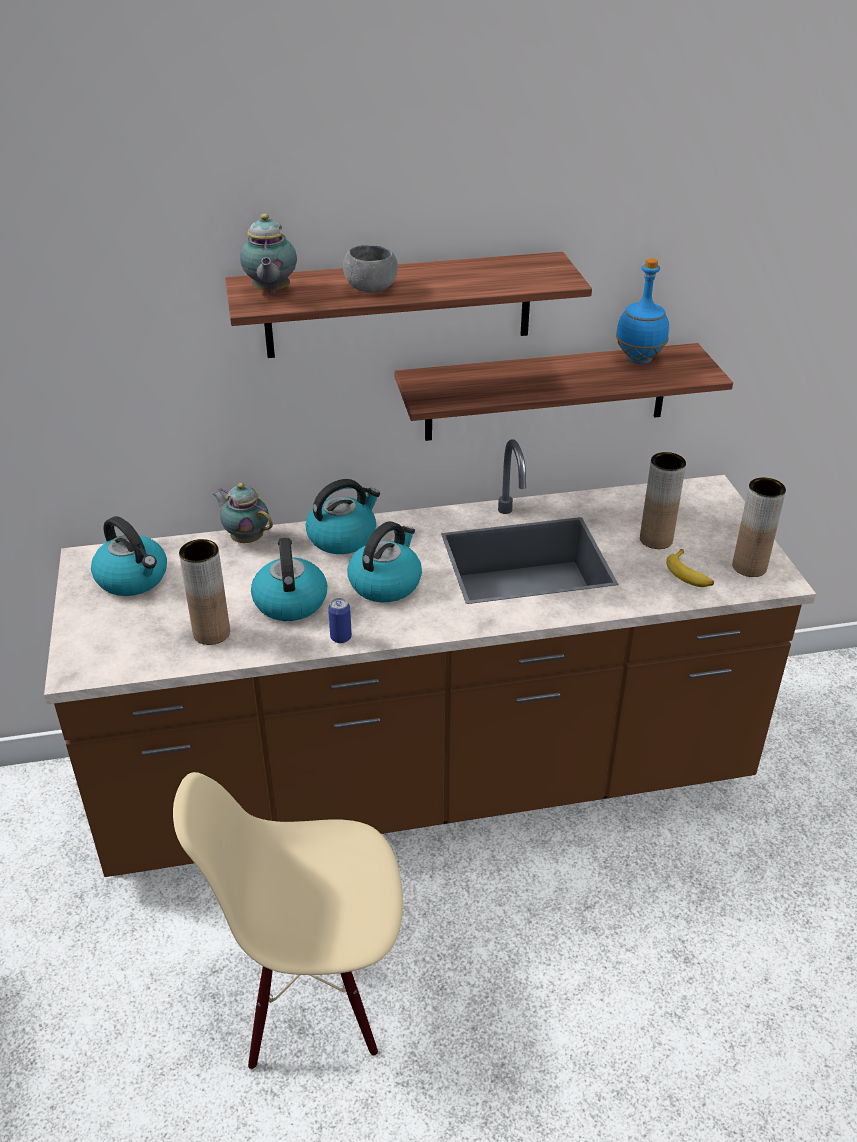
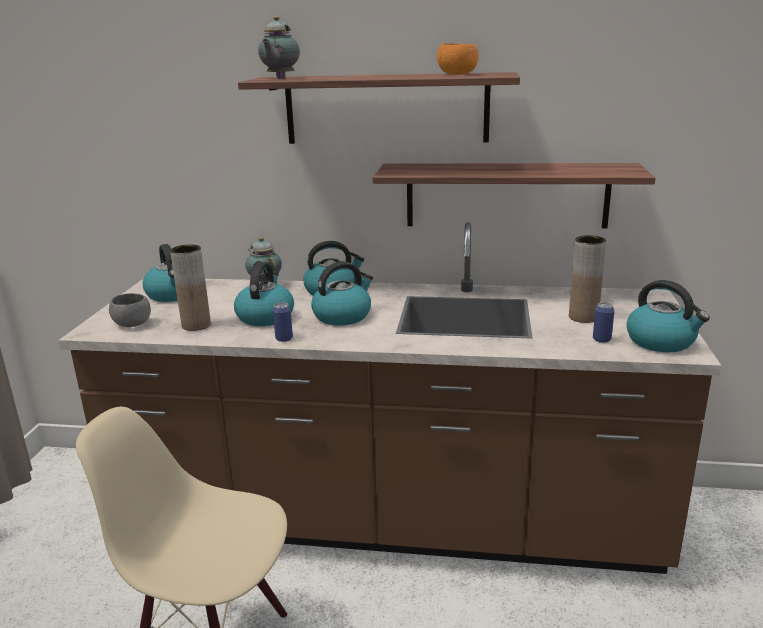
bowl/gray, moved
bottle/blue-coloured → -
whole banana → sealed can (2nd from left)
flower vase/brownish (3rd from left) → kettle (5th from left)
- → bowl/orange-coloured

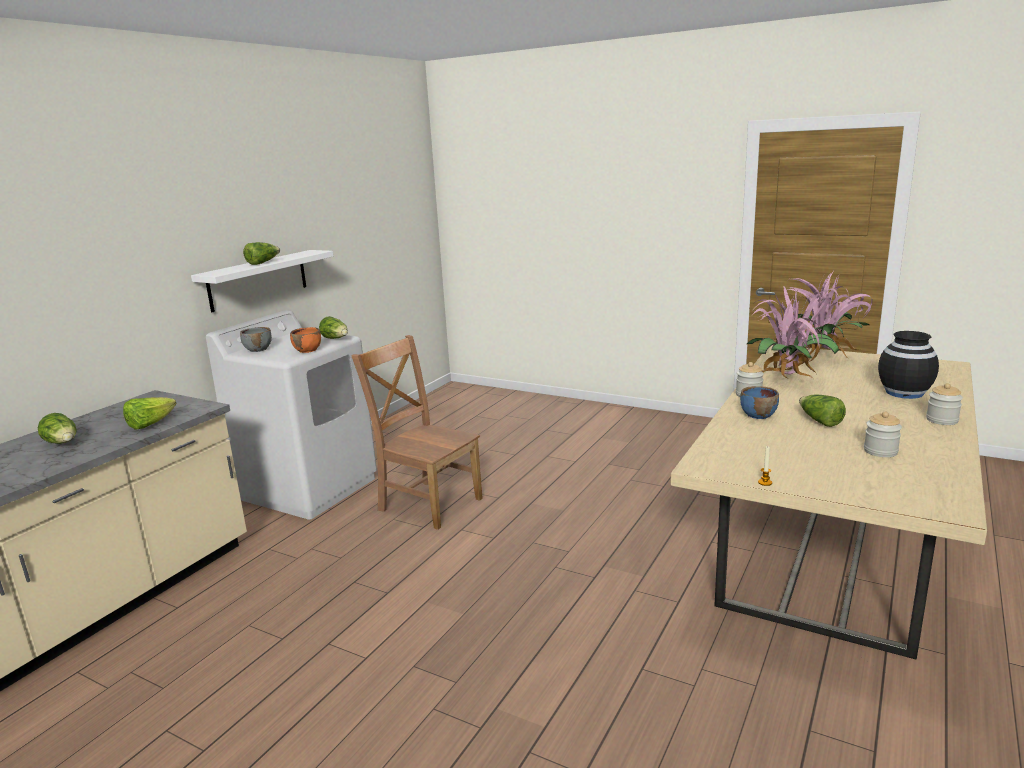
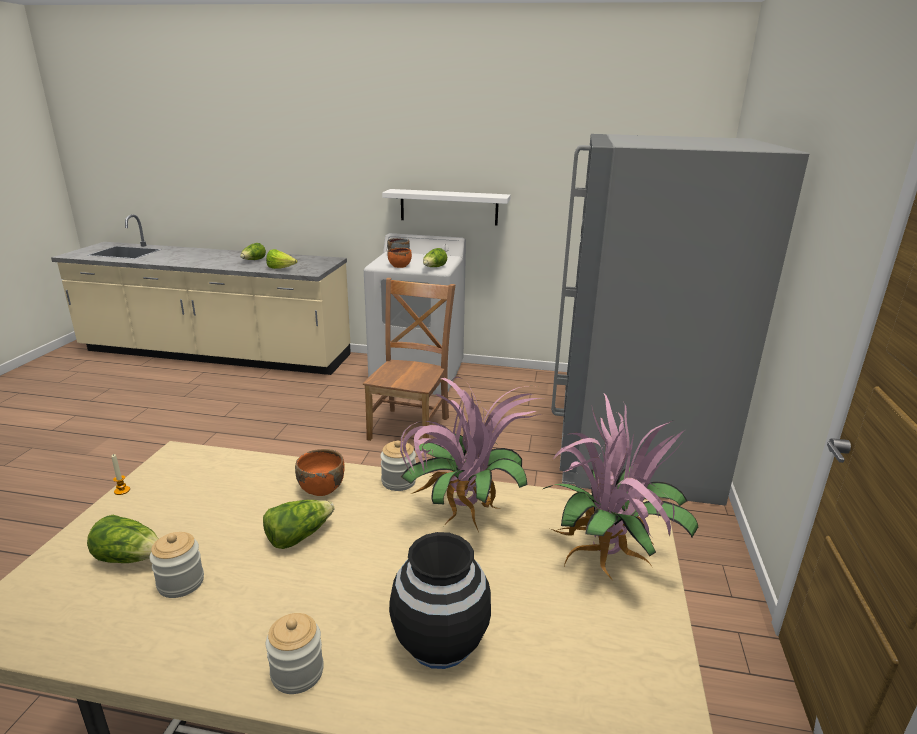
head of lettuce (3rd from left in the first image) → head of lettuce (1st from left), moved
bowl/blue-coloured → bowl/orange-coloured (1st from left)
- → fridge/gray

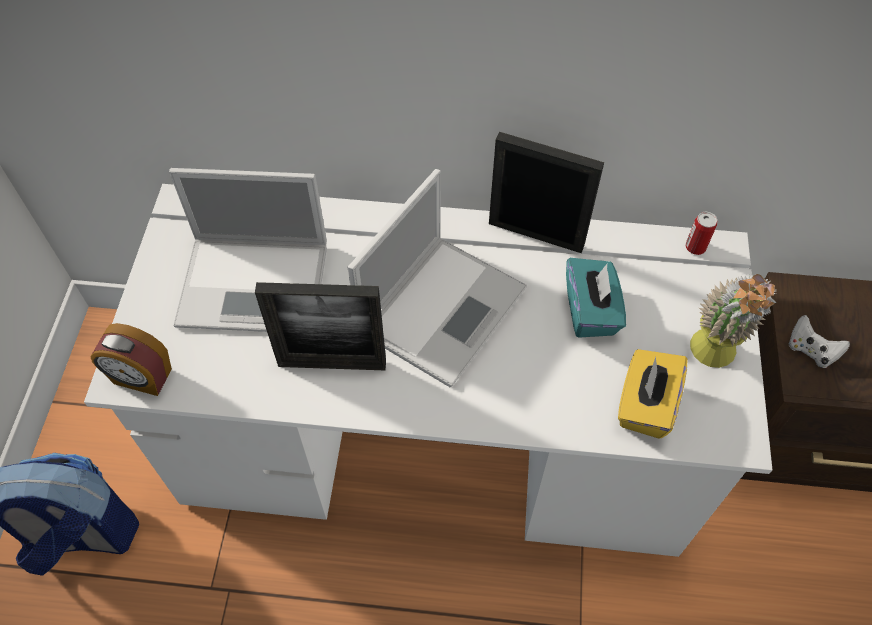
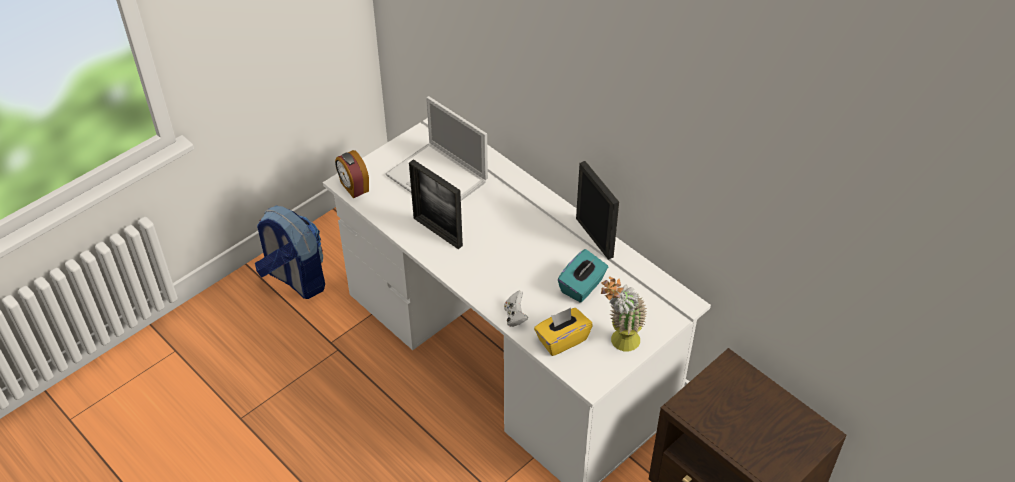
portable computer (2nd from left) → -
sealed can → -
gamepad/white-coloured, moved

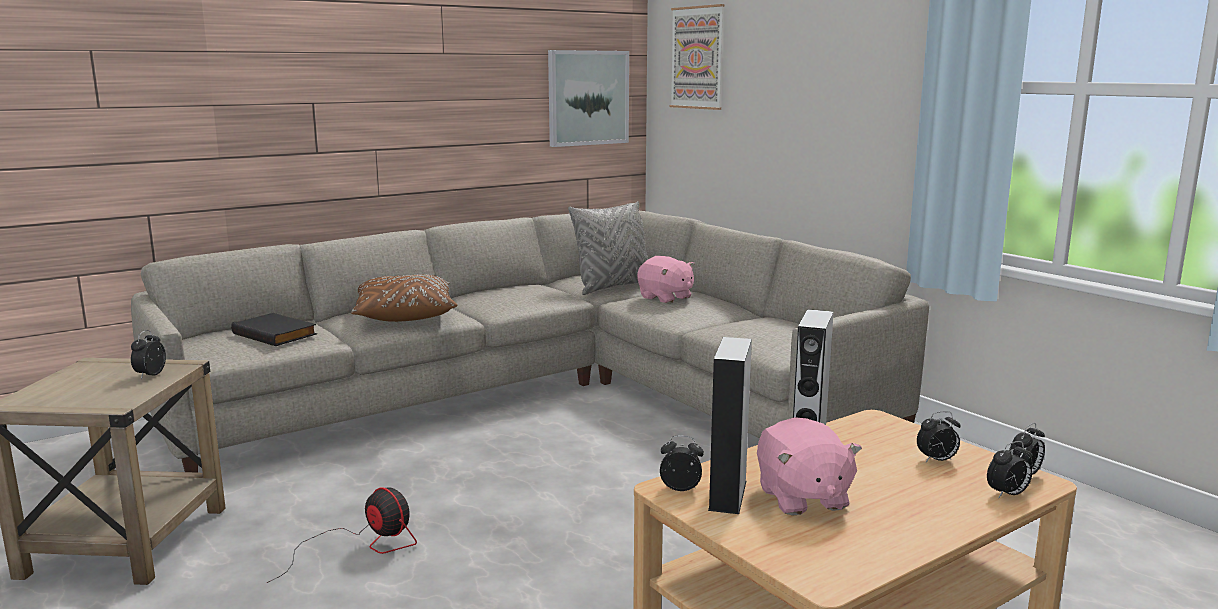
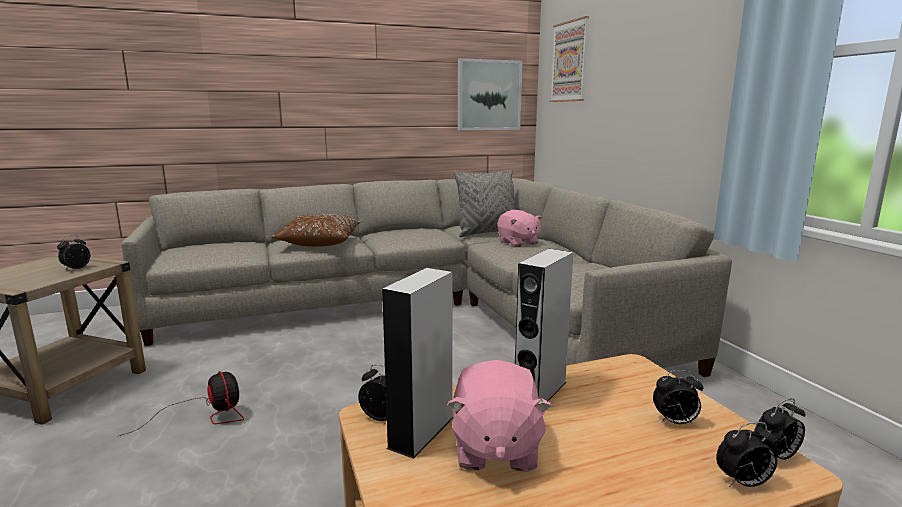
book/blackish → -

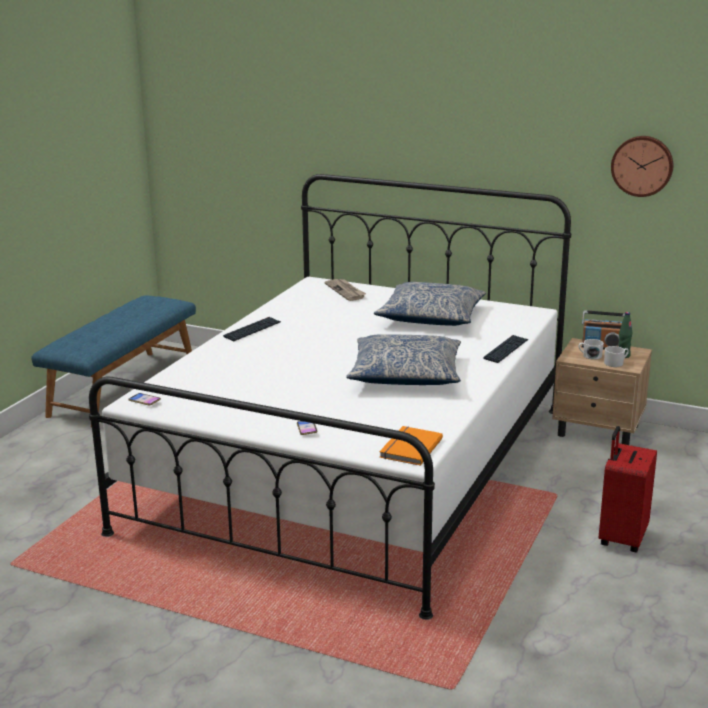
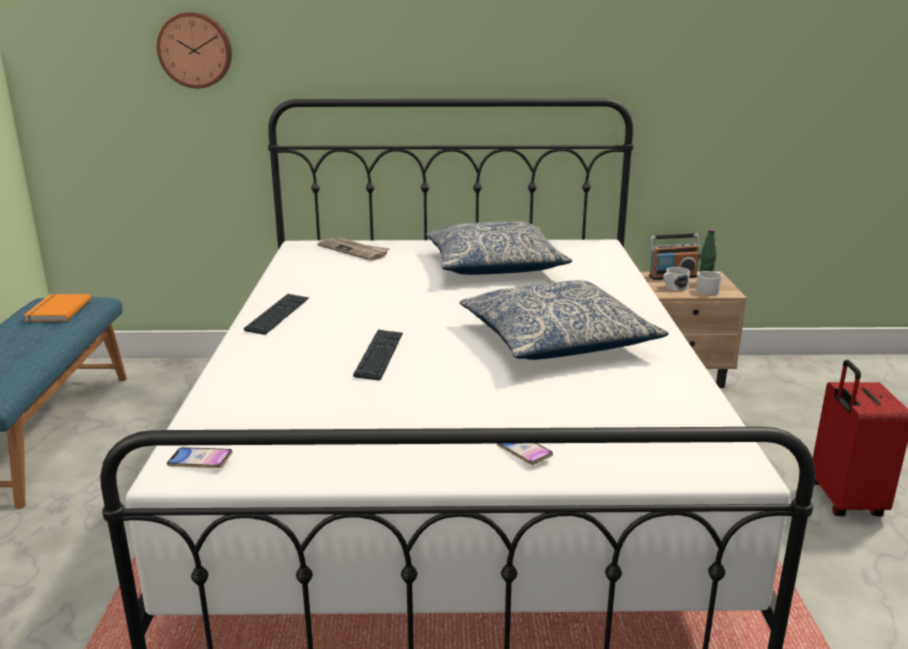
book/orange-coloured, moved
PC keyboard (2nd from left), moved
wall clock, moved

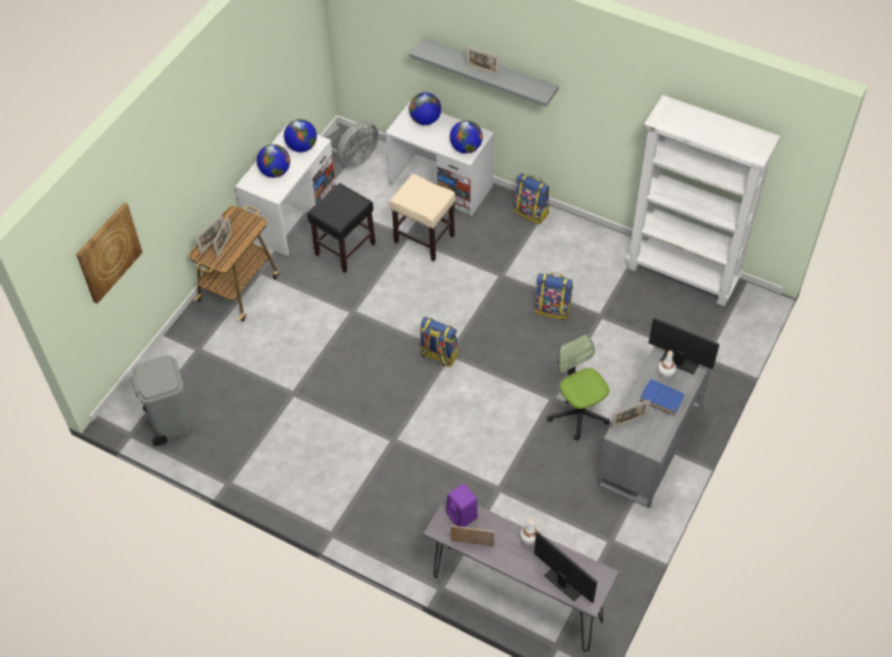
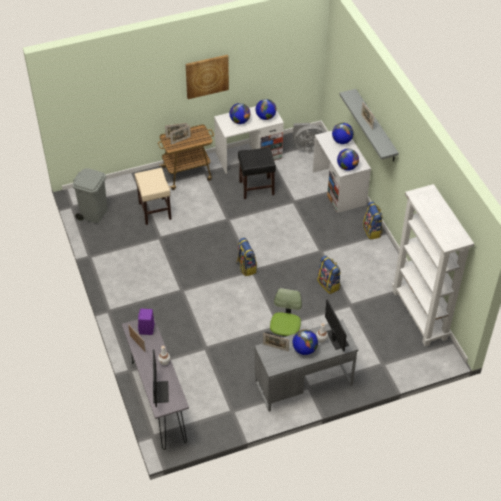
wall picture, moved
stool seat/beige, moved
book/blue-coloured → globe (3rd from left)

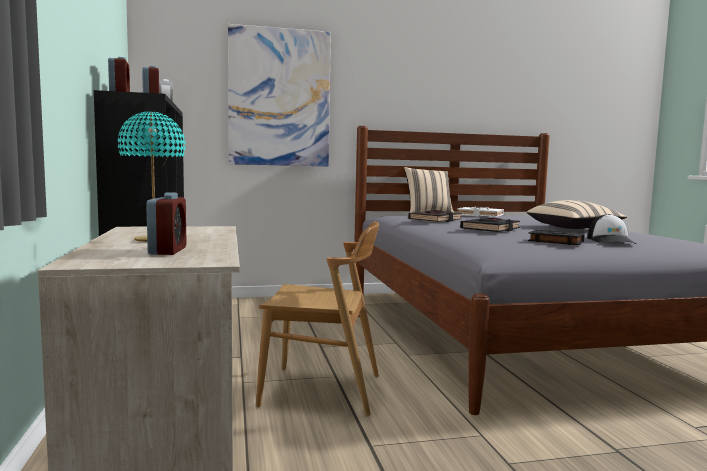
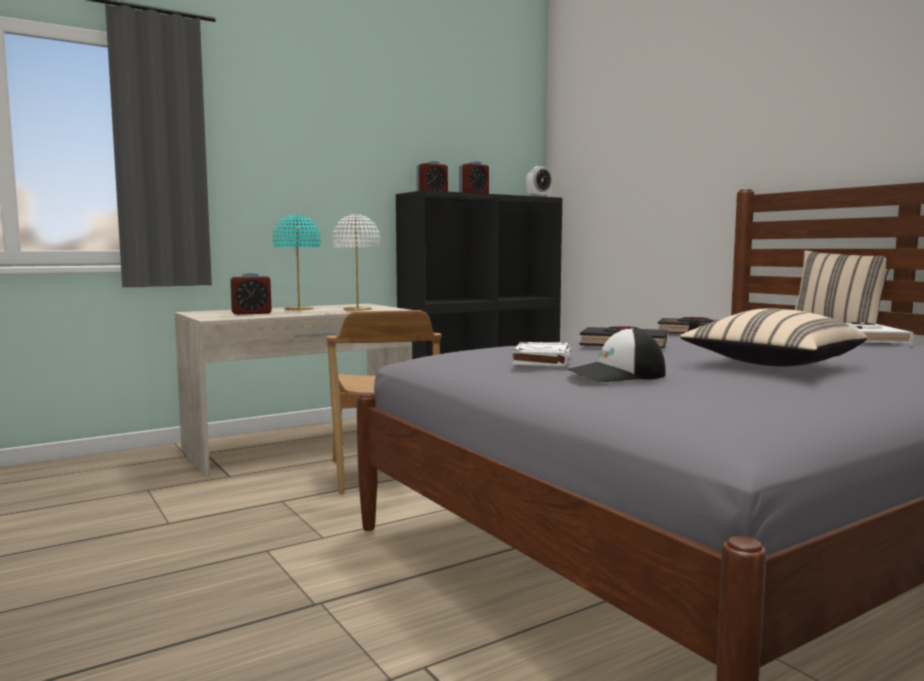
wall picture → -
book/blackish (3rd from left) → book/white-coloured (1st from left)
- → tabletop lamp/white-coloured

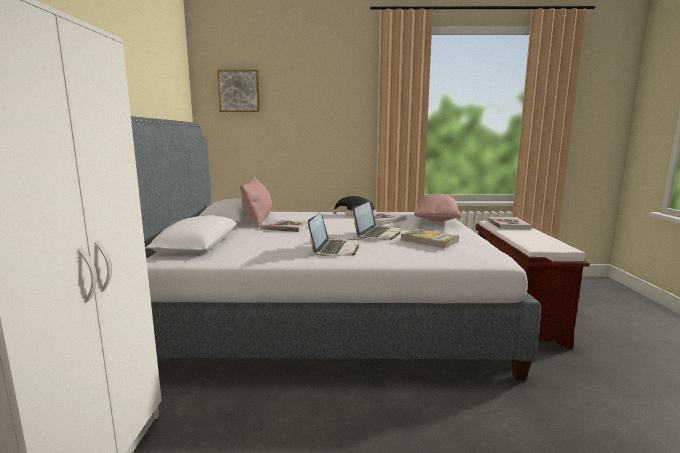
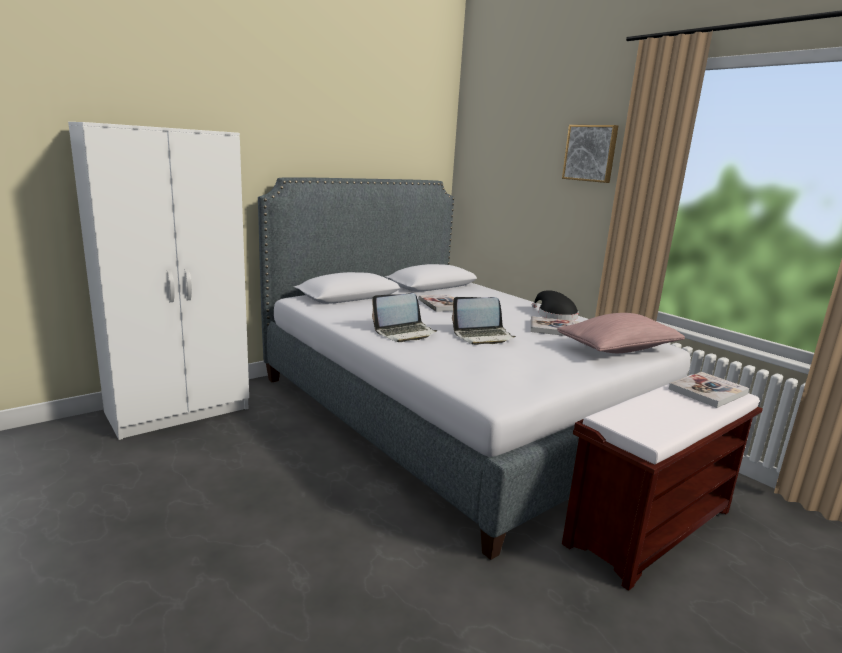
wall picture, moved
throw pillow/pinkish (1st from left) → -
book (3rd from left) → -

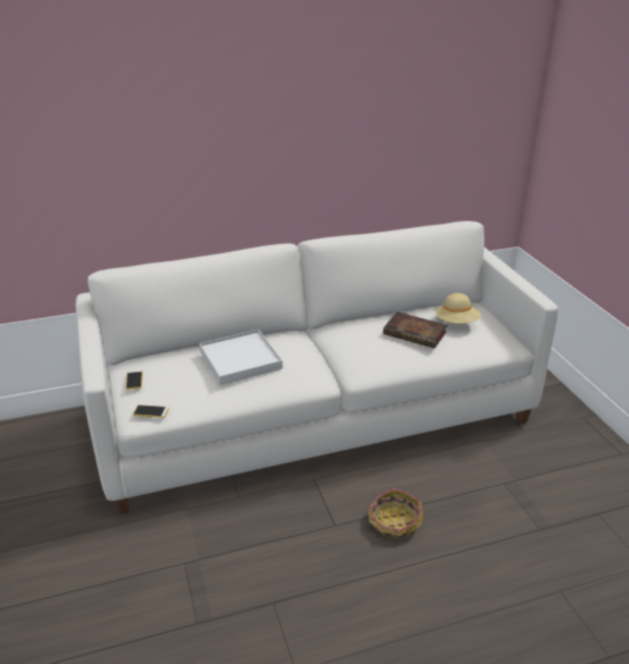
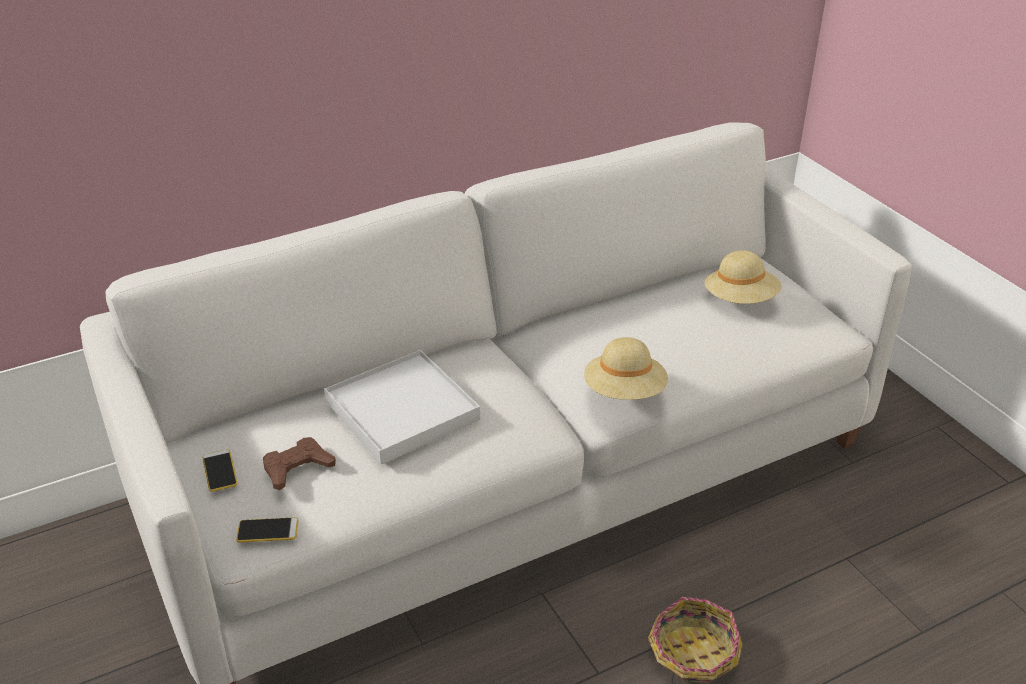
book → -
- → gamepad/brownish
- → hat/beige (1st from left)

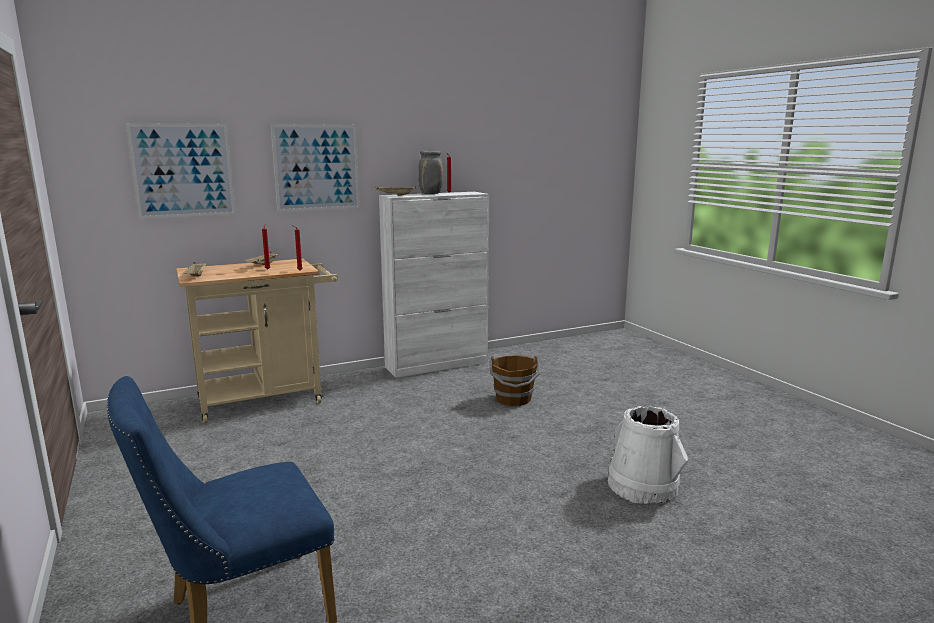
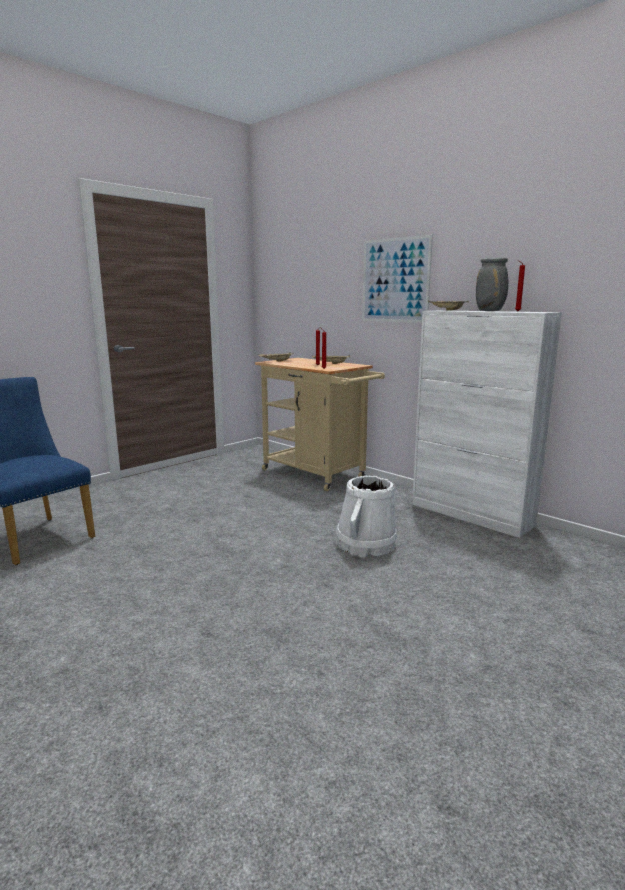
wall picture (1st from left) → -
pail/brownish → -
pail/white-coloured, moved

